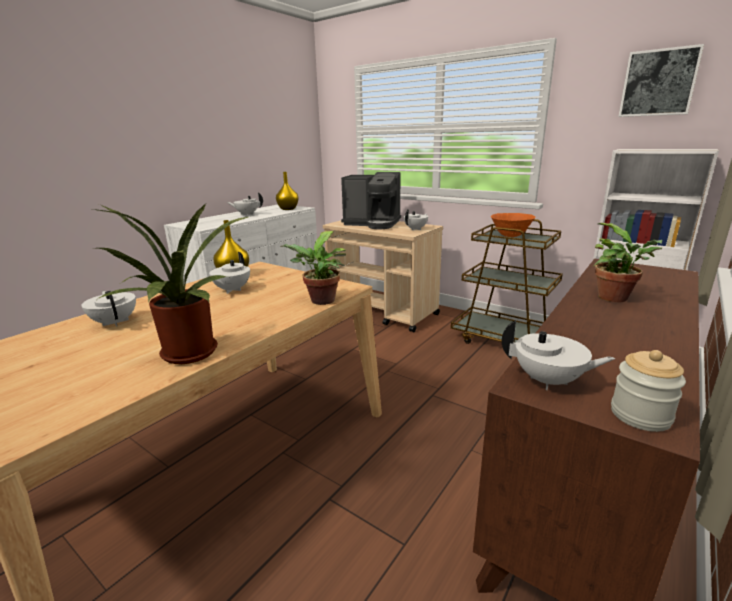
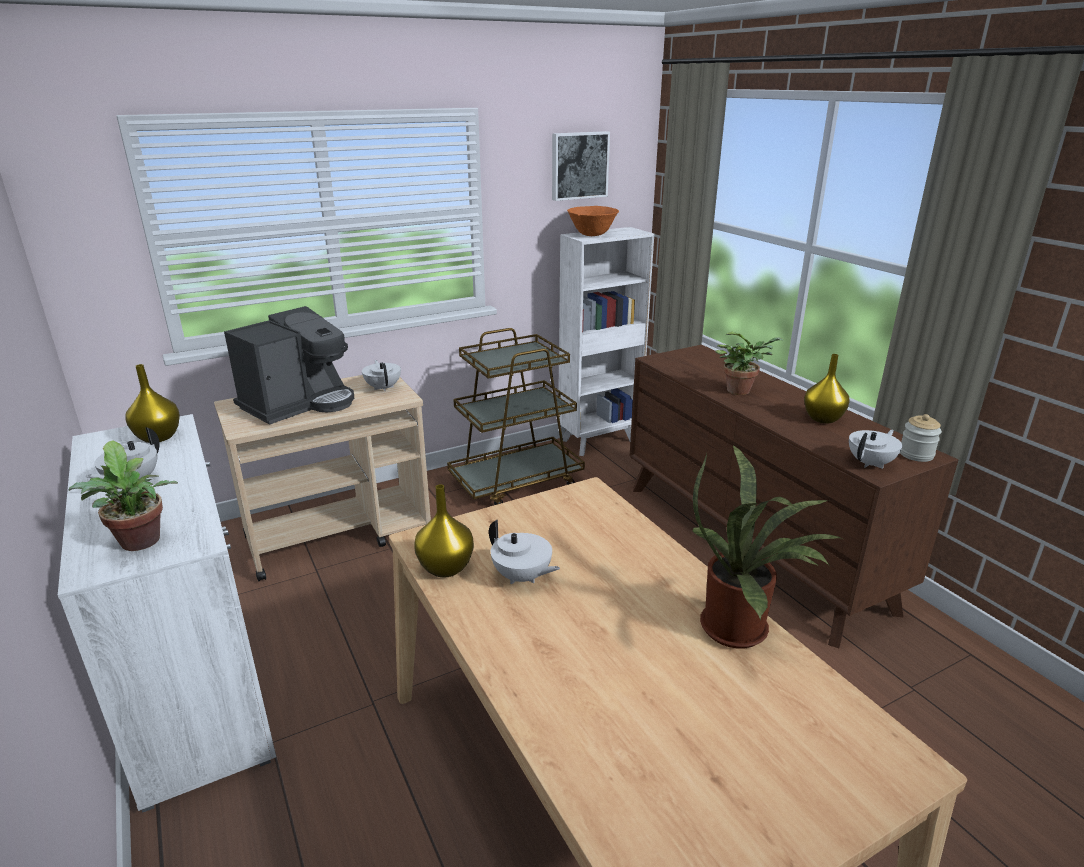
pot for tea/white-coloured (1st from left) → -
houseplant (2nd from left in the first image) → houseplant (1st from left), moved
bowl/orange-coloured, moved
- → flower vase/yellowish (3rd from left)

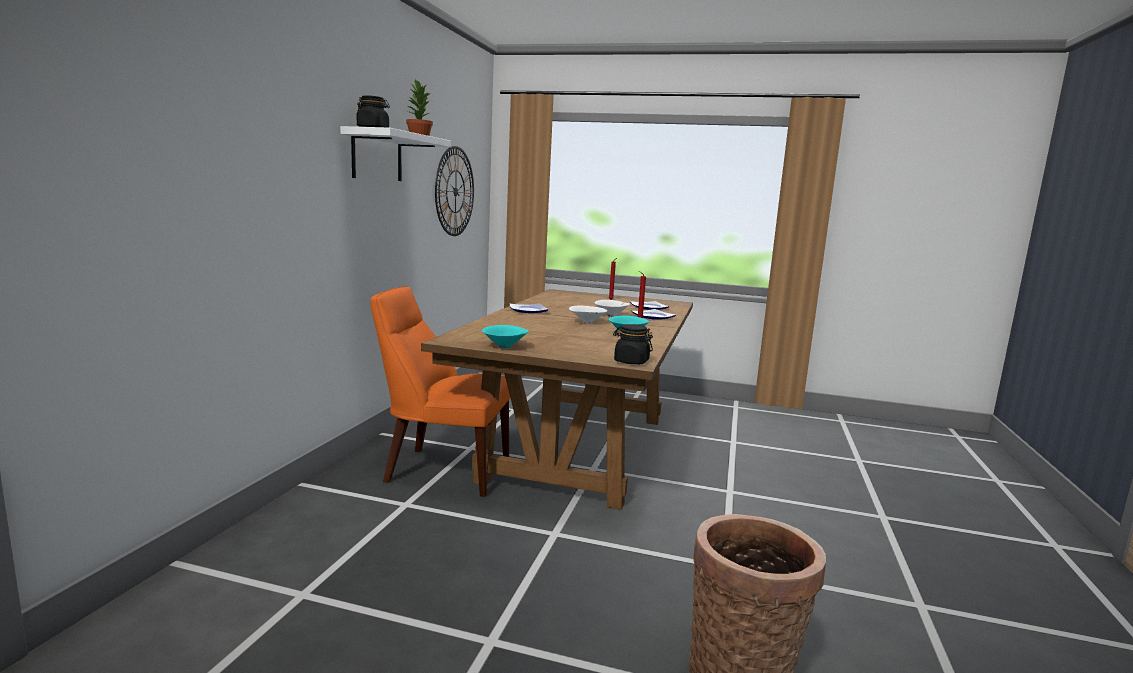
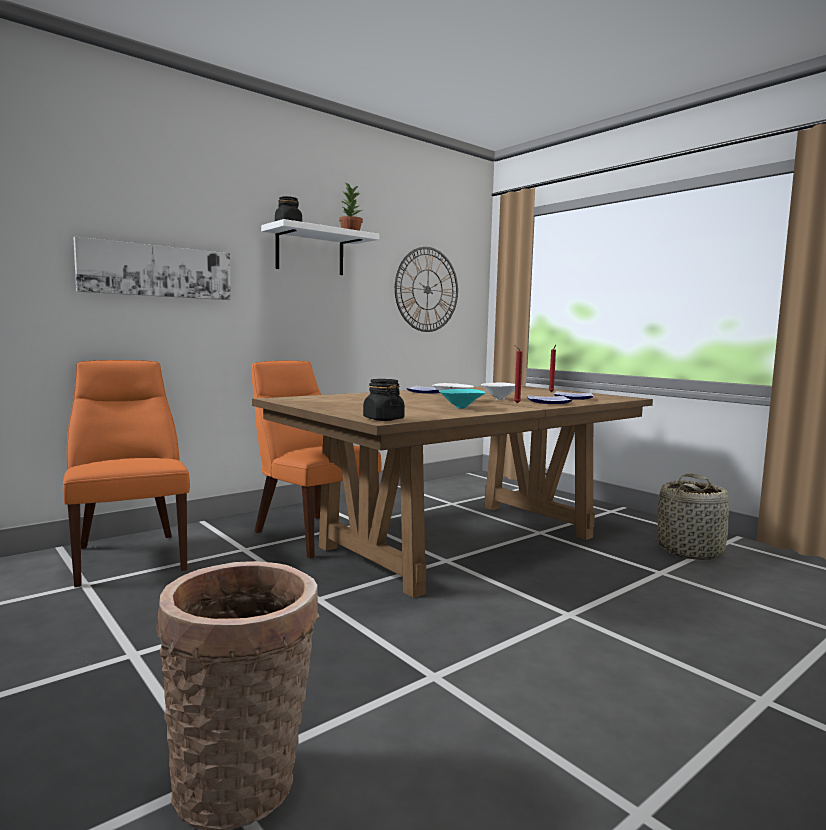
bowl/blue-green (1st from left) → -
- → chair/orange-coloured (1st from left)
- → wall picture
- → storage basket (2nd from left)

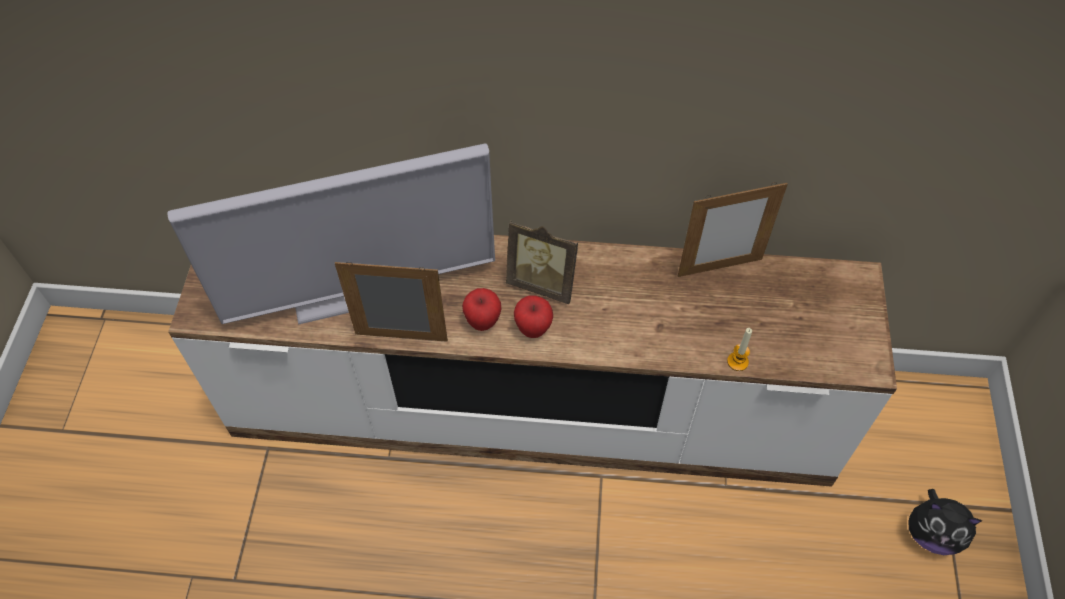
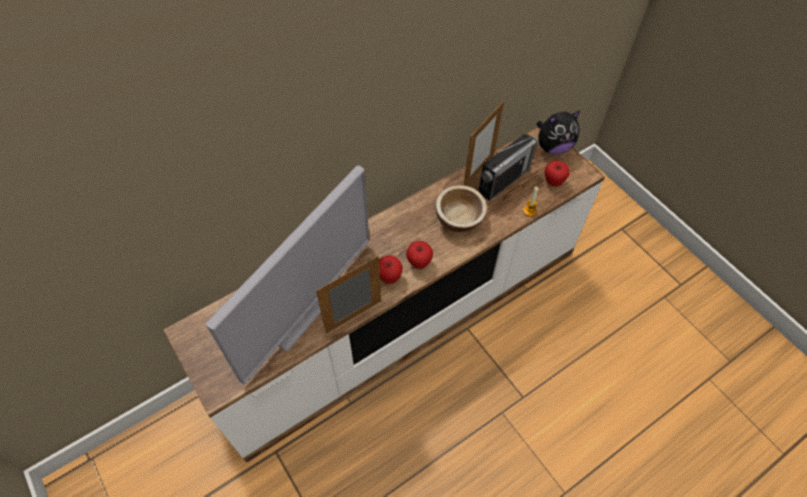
standing frame (2nd from left) → -
cuddly toy, moved
- → bowl
- → radio receiver
- → apple (3rd from left)

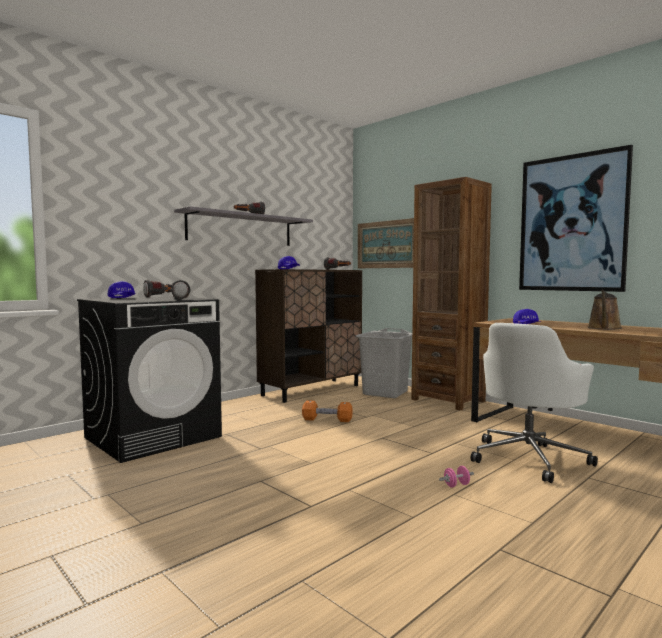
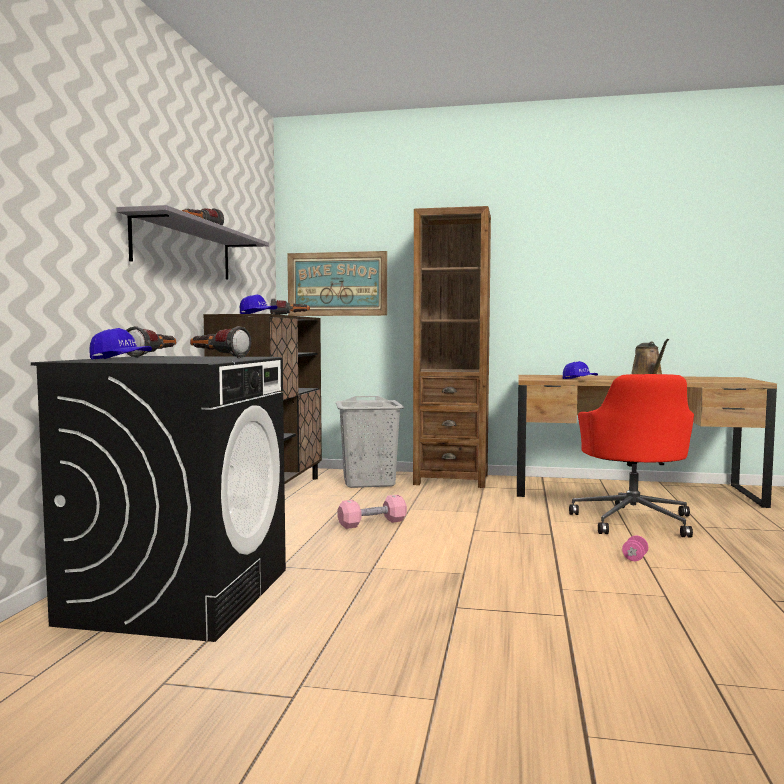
free weight/orange-coloured → free weight/pinkish (1st from left)
desk chair/white-coloured → desk chair/red
wall picture (2nd from left) → -

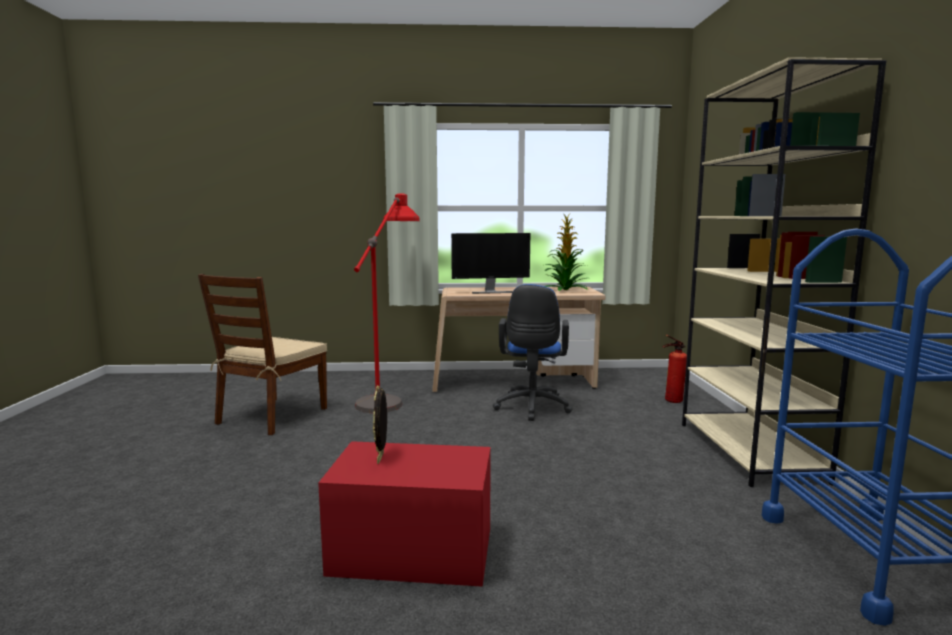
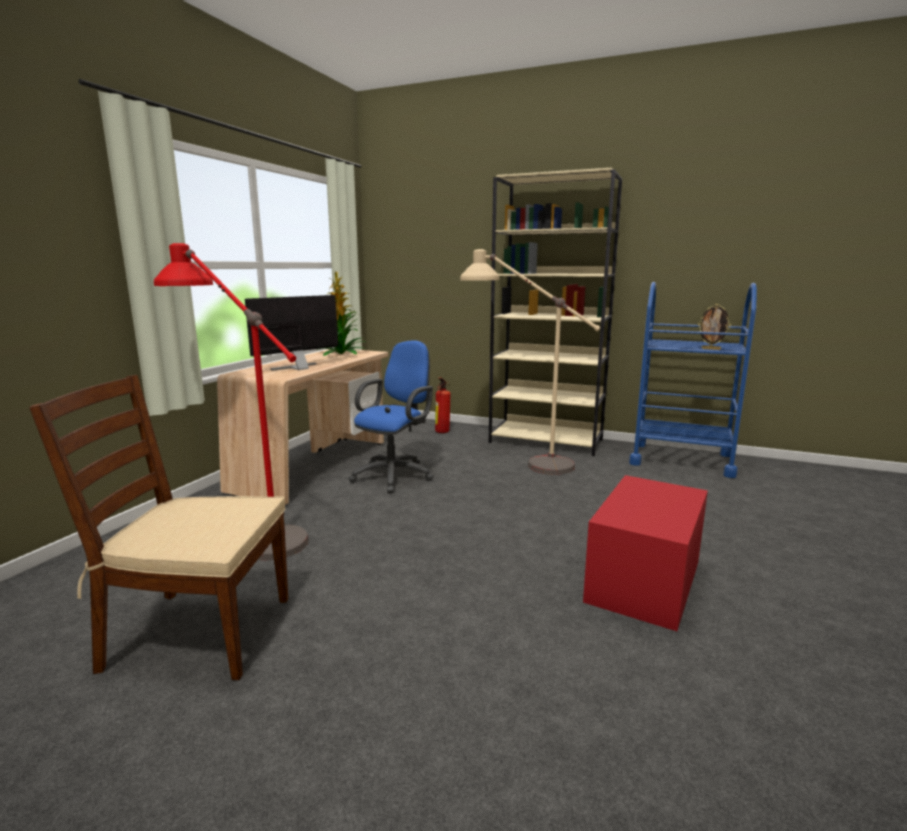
chair/brownish, 135 degrees clockwise
standing frame, moved
monitor, 150 degrees counterclockwise
desk chair/blue-coloured, 90 degrees counterclockwise
- → standing lamp/beige

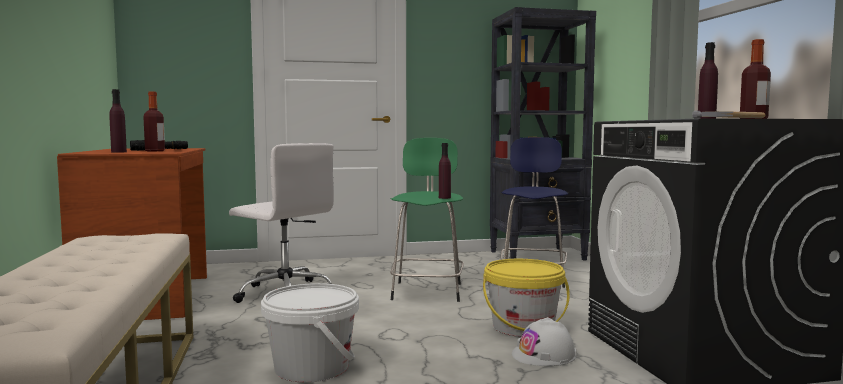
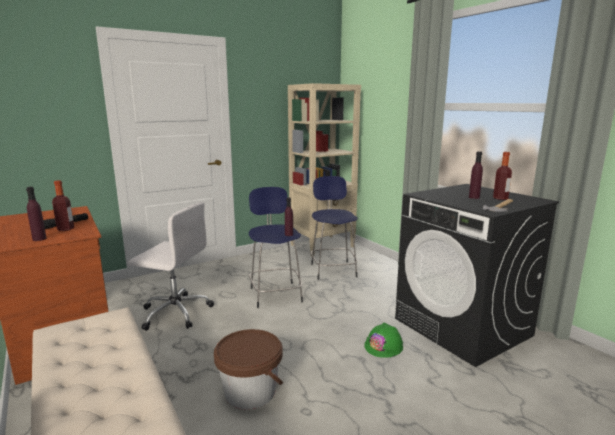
pail/white-coloured → pail/brownish
stool seat/greenish → stool seat/blue-coloured (1st from left)
pail/yellowish → -
shelving unit/blackish → shelving unit/beige
work helmet/white-coloured → work helmet/greenish

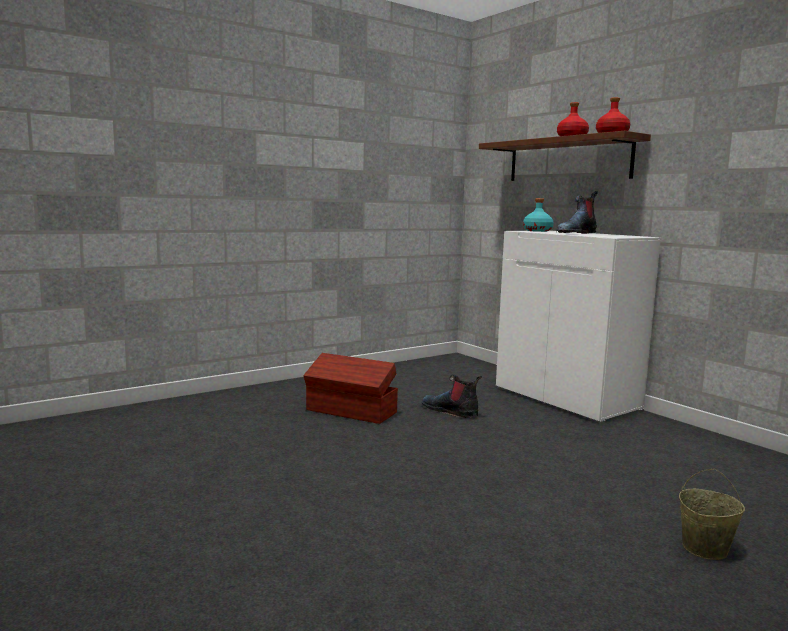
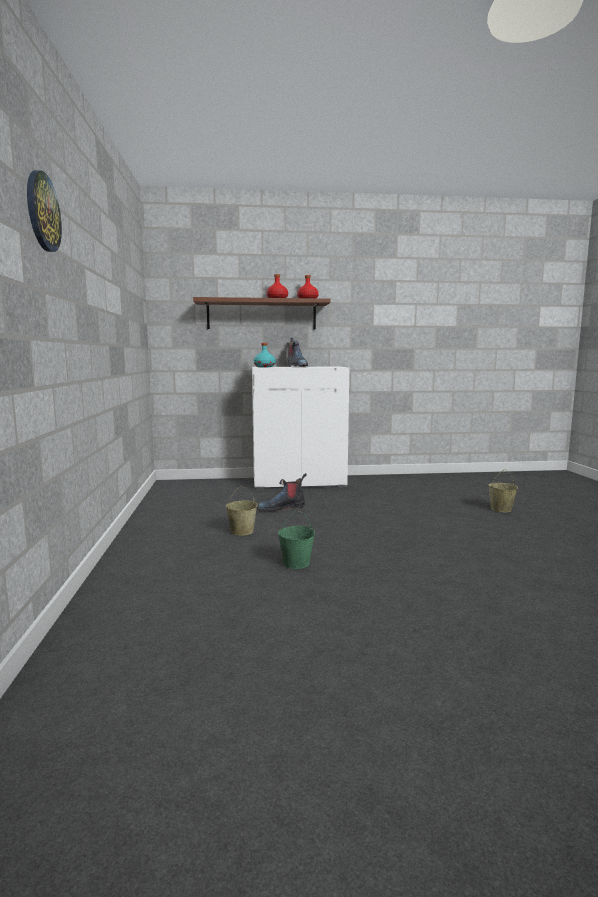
storage bin/brownish → pail/beige (1st from left)
- → wall clock
- → pail/greenish

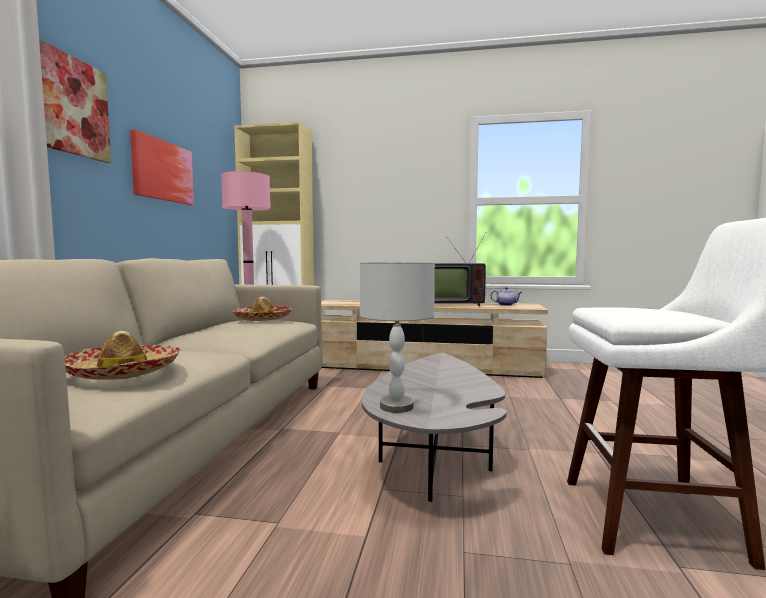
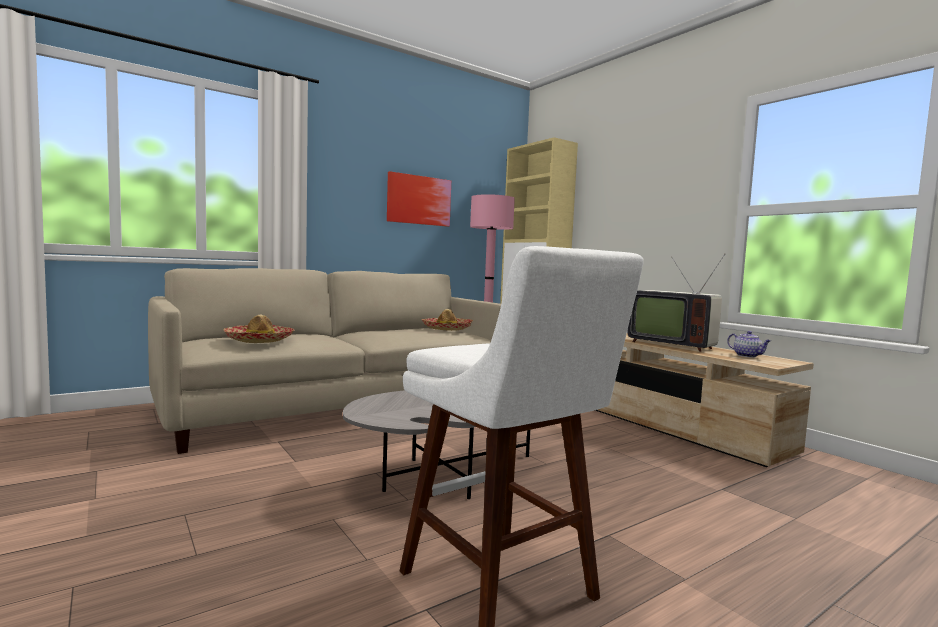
wall picture (1st from left) → -
tabletop lamp/gray → -

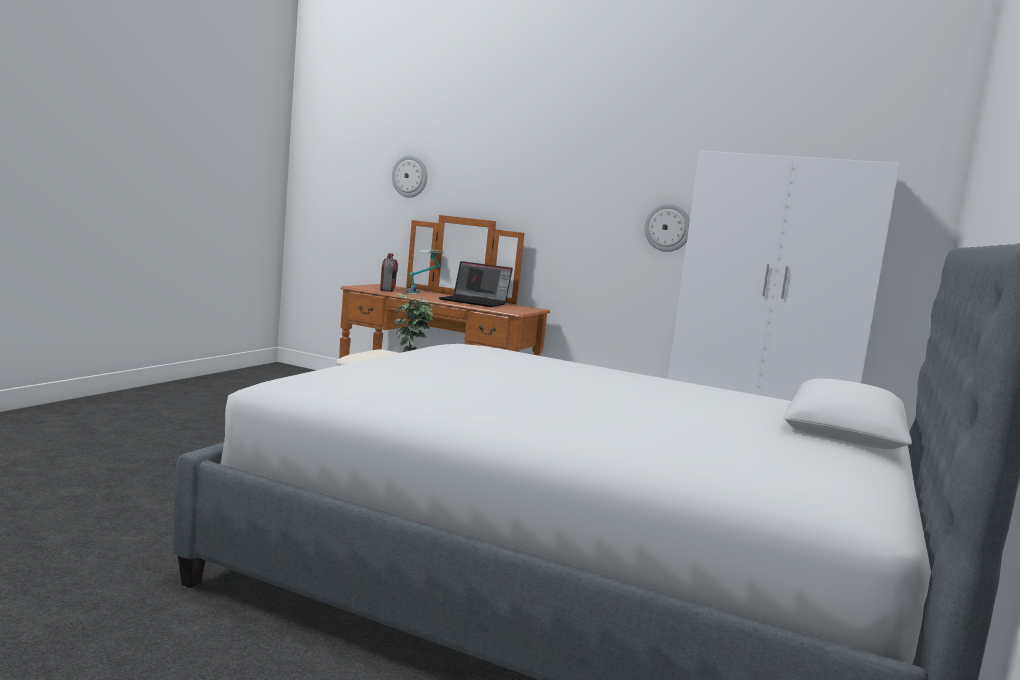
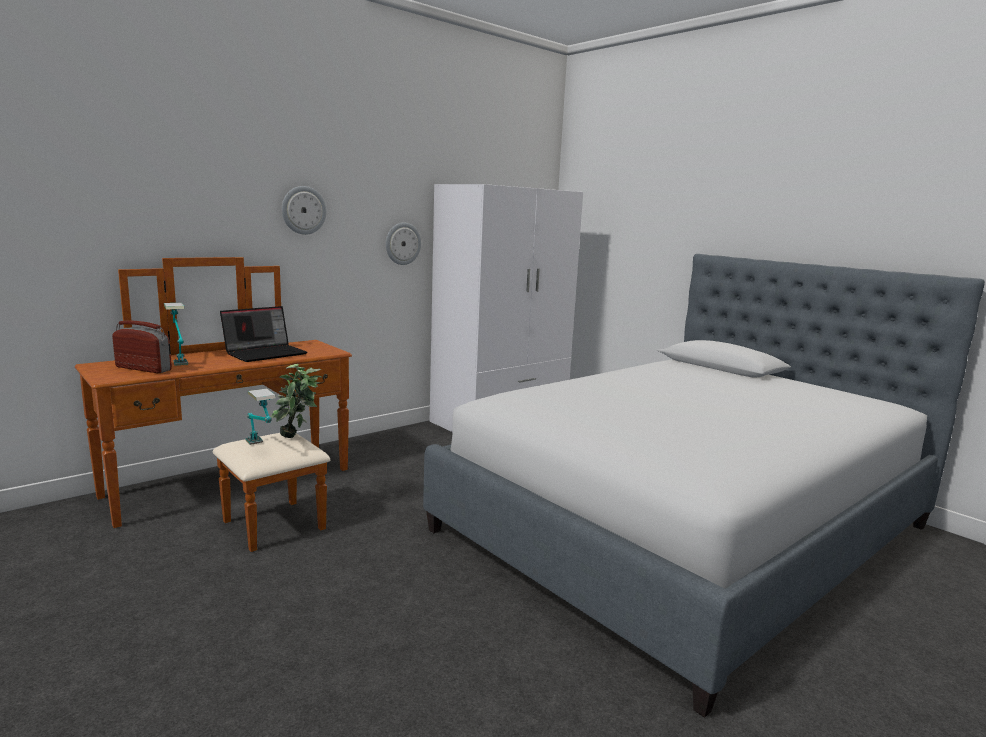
wall clock (1st from left), moved
- → tabletop lamp (2nd from left)

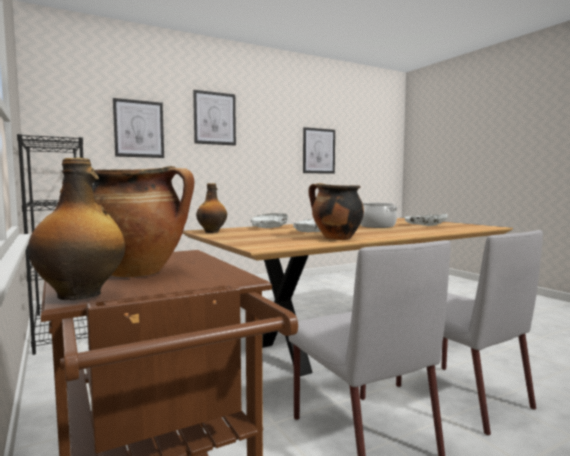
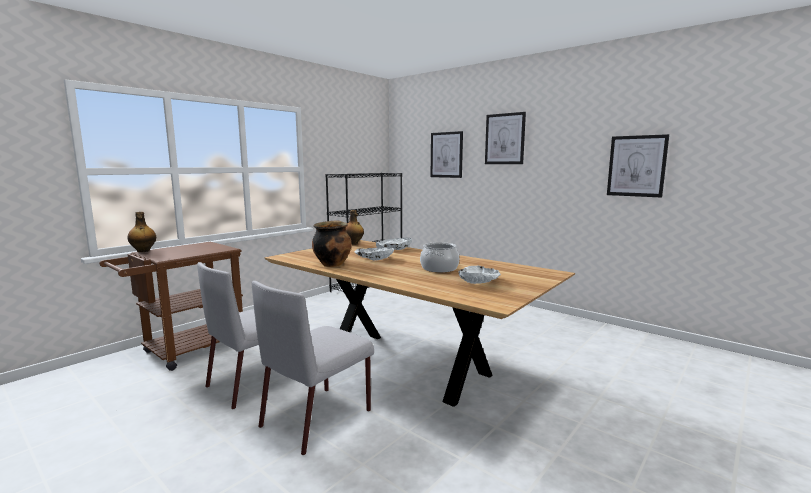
saucepot (1st from left) → -

